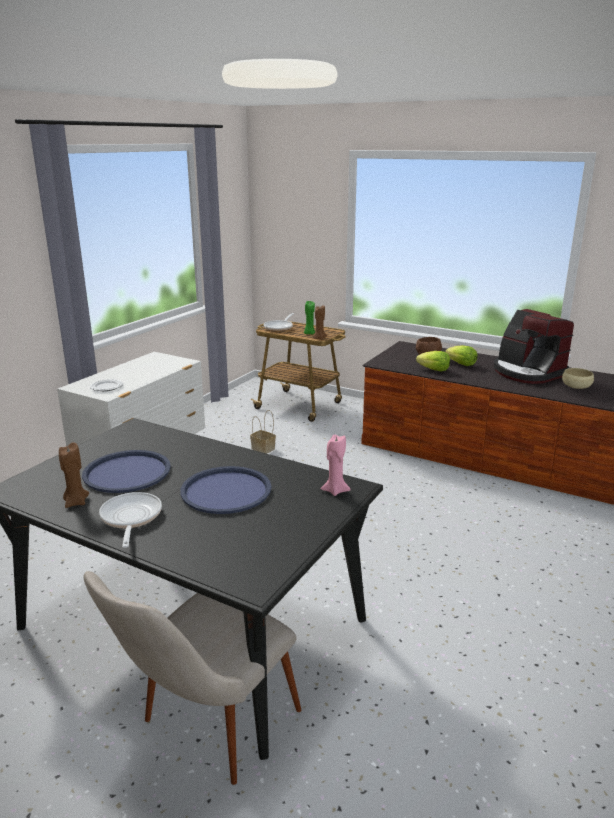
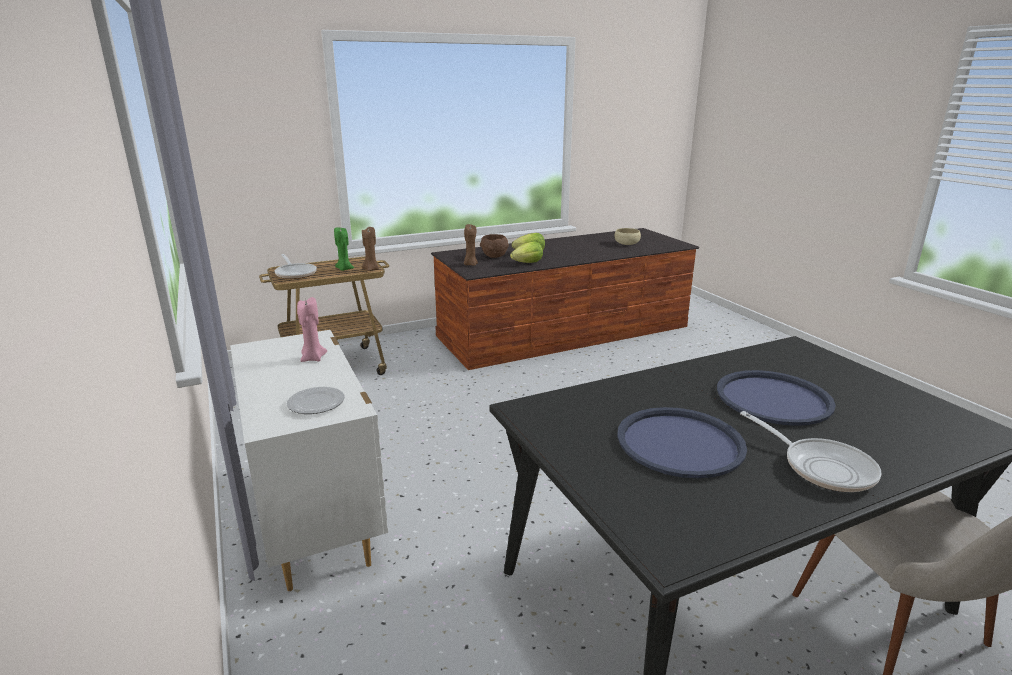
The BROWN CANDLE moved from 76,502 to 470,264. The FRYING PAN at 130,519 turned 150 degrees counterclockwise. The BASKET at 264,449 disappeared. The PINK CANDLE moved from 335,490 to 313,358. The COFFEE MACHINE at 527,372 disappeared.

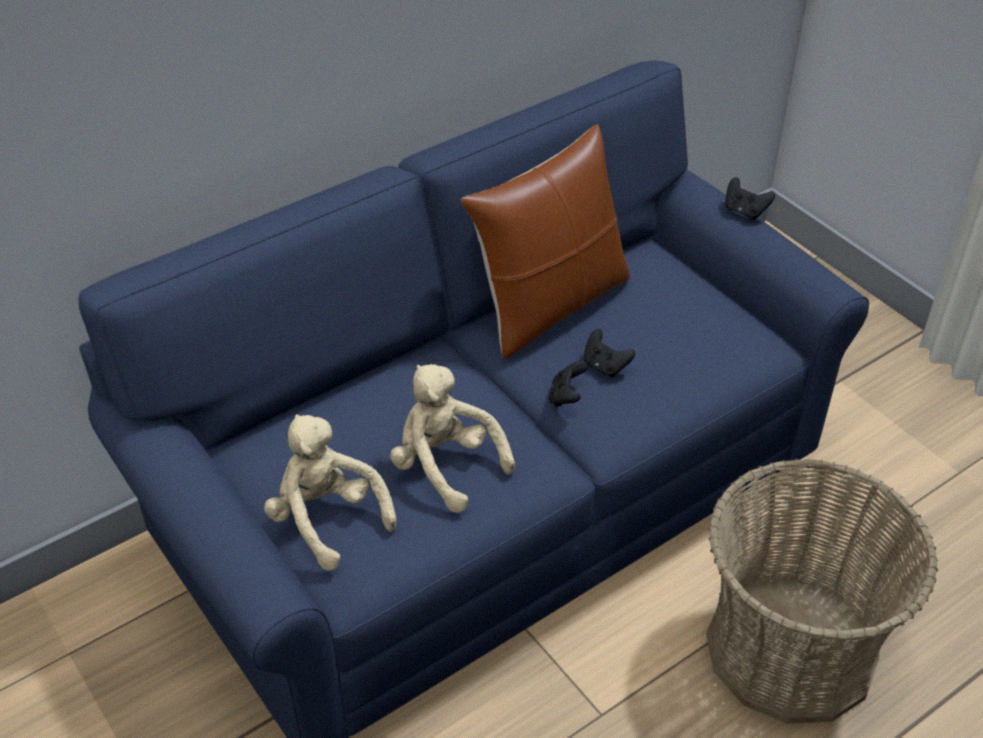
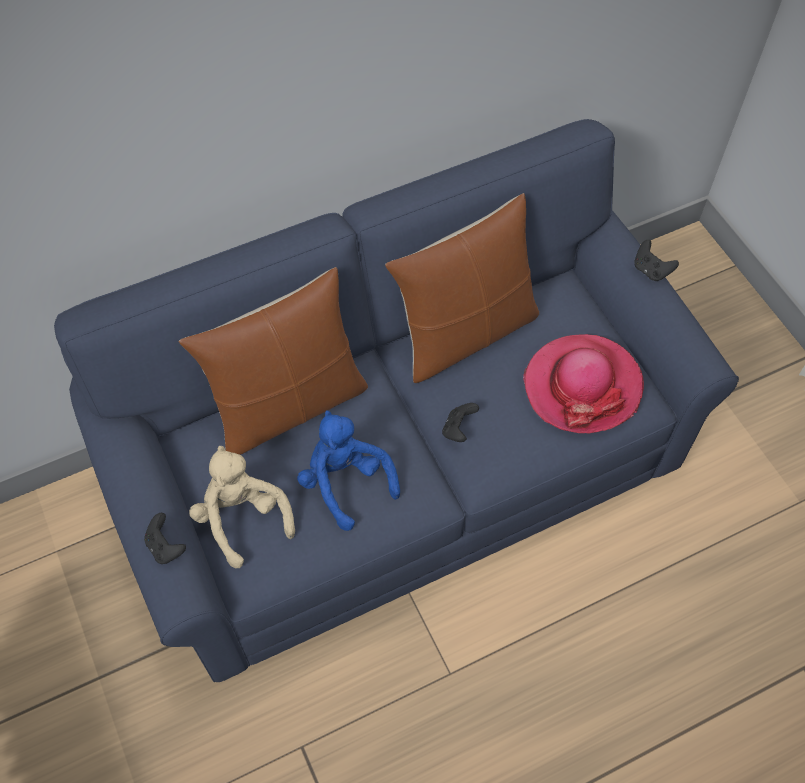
The BEIGE PLUSH TOY at 445,466 became the BLUE PLUSH TOY at 345,482. The BLACK GAME CONTROLLER moved from 605,366 to 166,547. The BASKET at 790,649 disappeared. The BROWN PILLOW at 288,405 appeared. The HAT at 582,386 appeared.

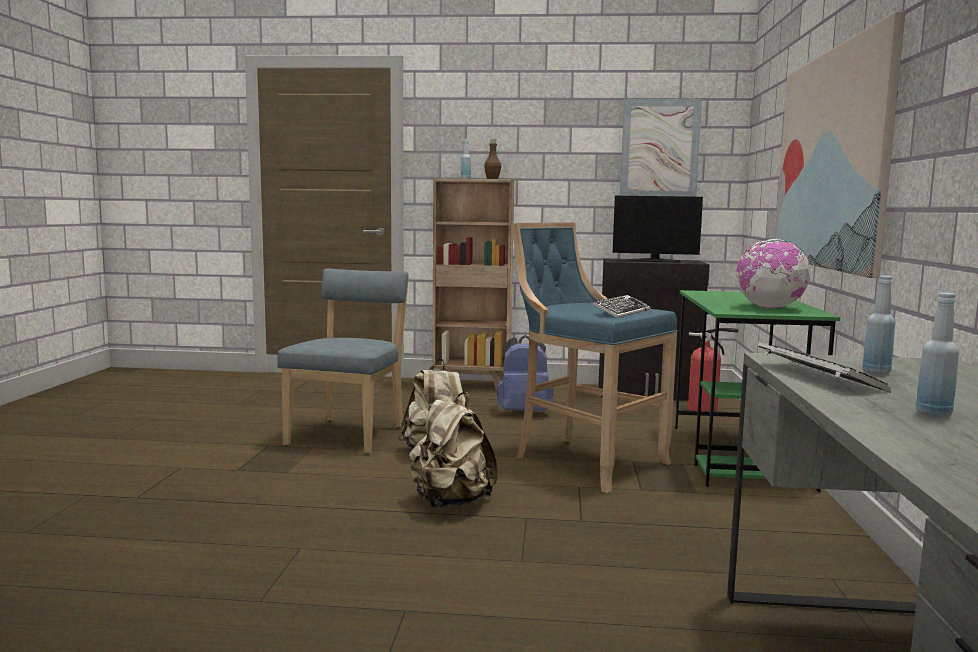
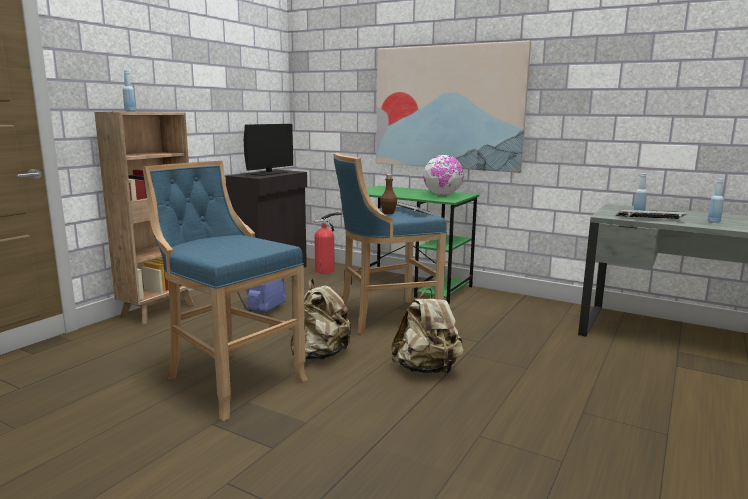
The BLUE CHAIR at 349,434 was replaced by the BLUE STOOL at 230,380. The BROWN BOTTLE moved from 492,179 to 388,213. The PICTURE at 660,149 disappeared.

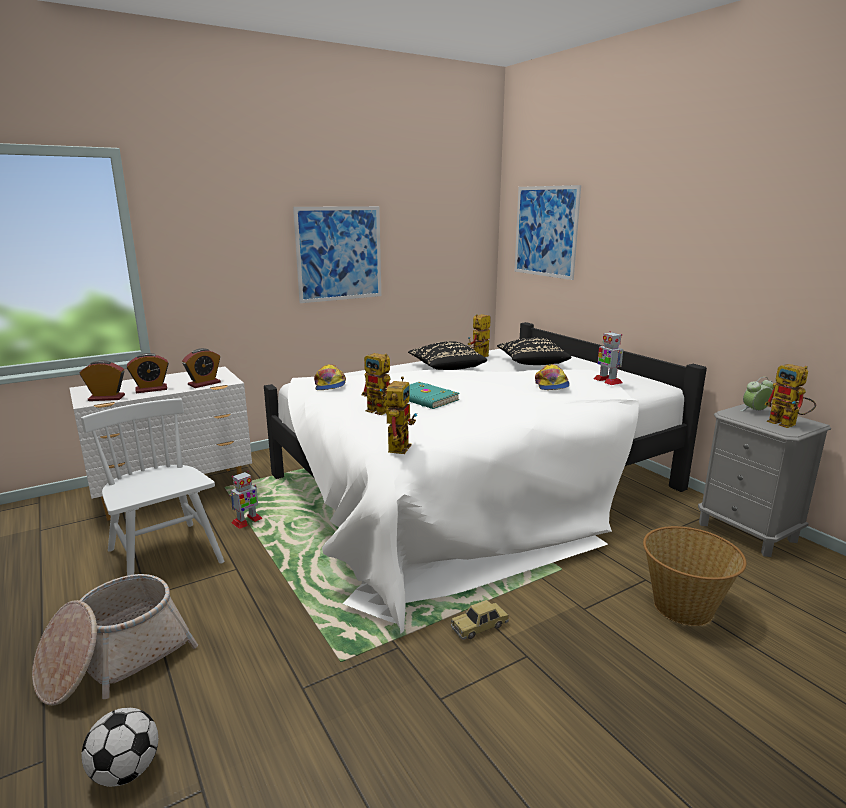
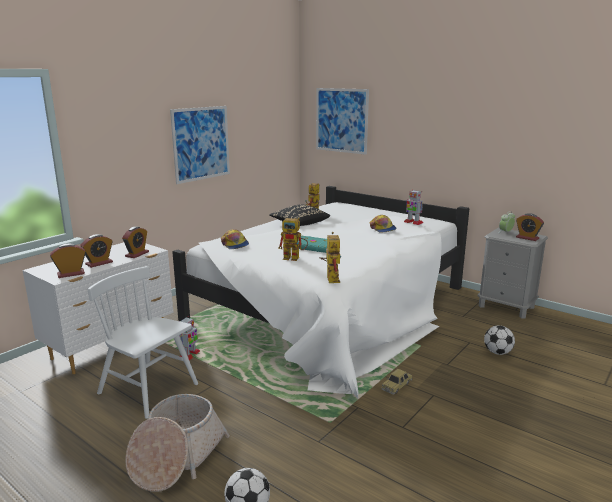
The BLACK PILLOW at 531,363 disappeared. The BASKET at 683,606 was replaced by the FOOTBALL at 497,352. The TOY ROBOT at 788,424 was replaced by the ALARM CLOCK at 527,238.

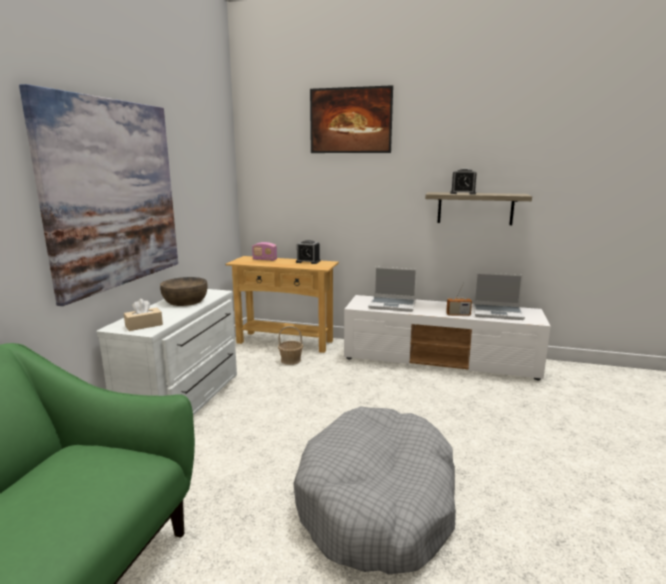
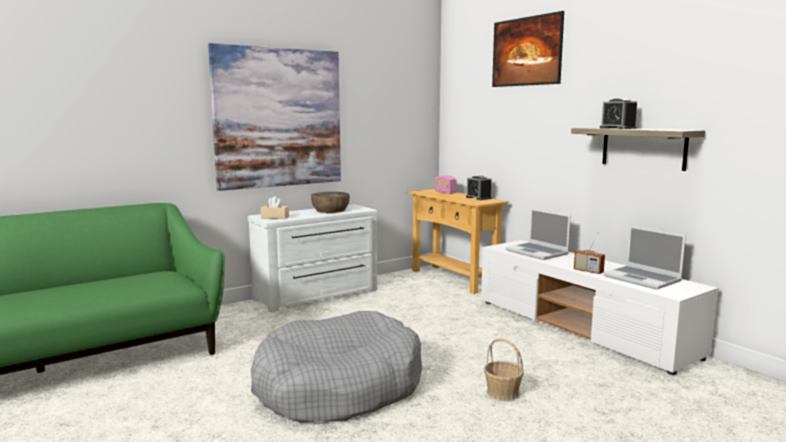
The BASKET moved from 291,360 to 502,393.

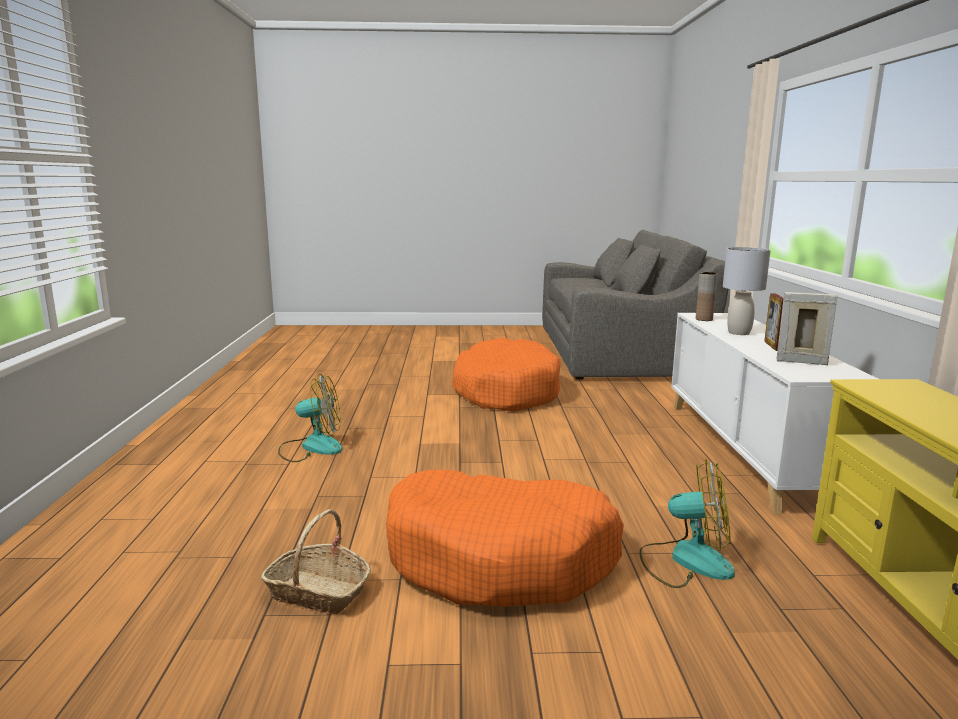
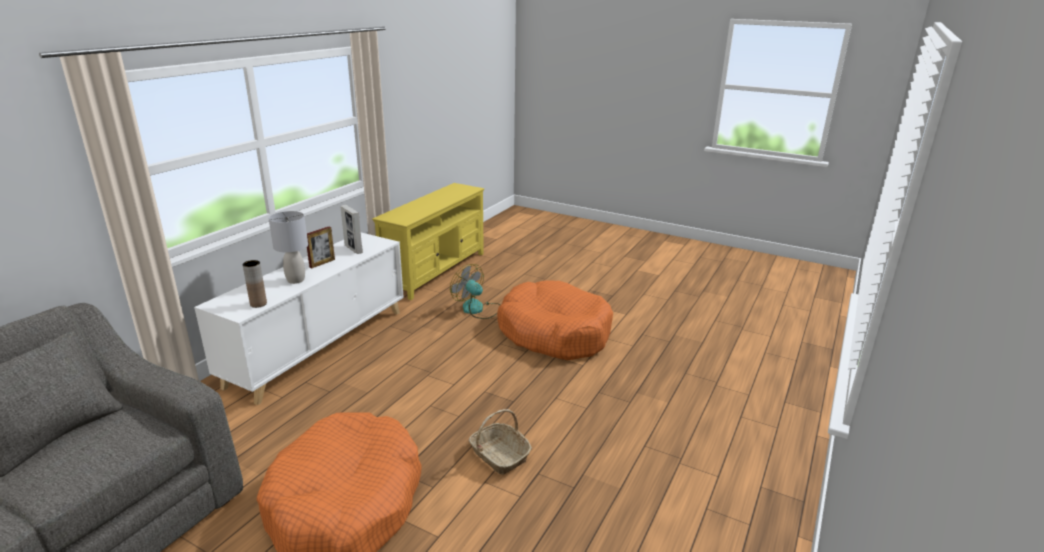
The BASKET moved from 318,592 to 499,455. The FAN at 311,447 disappeared.

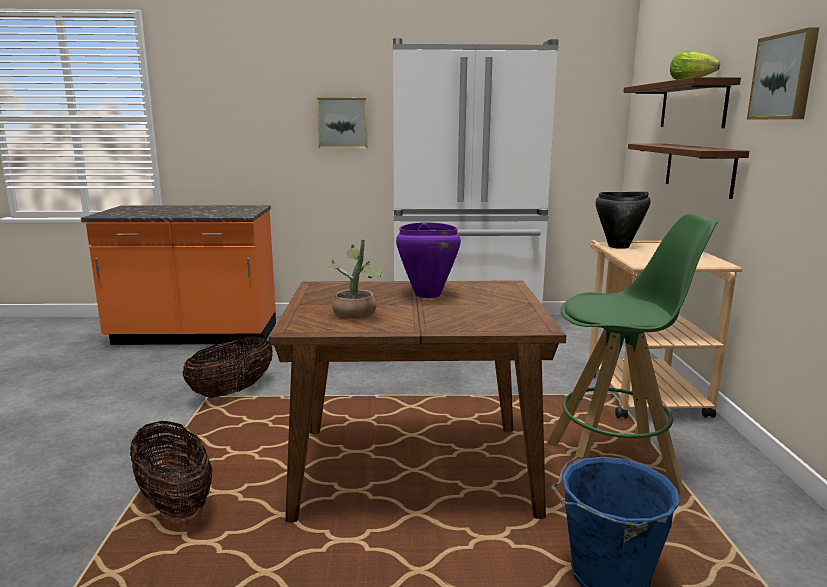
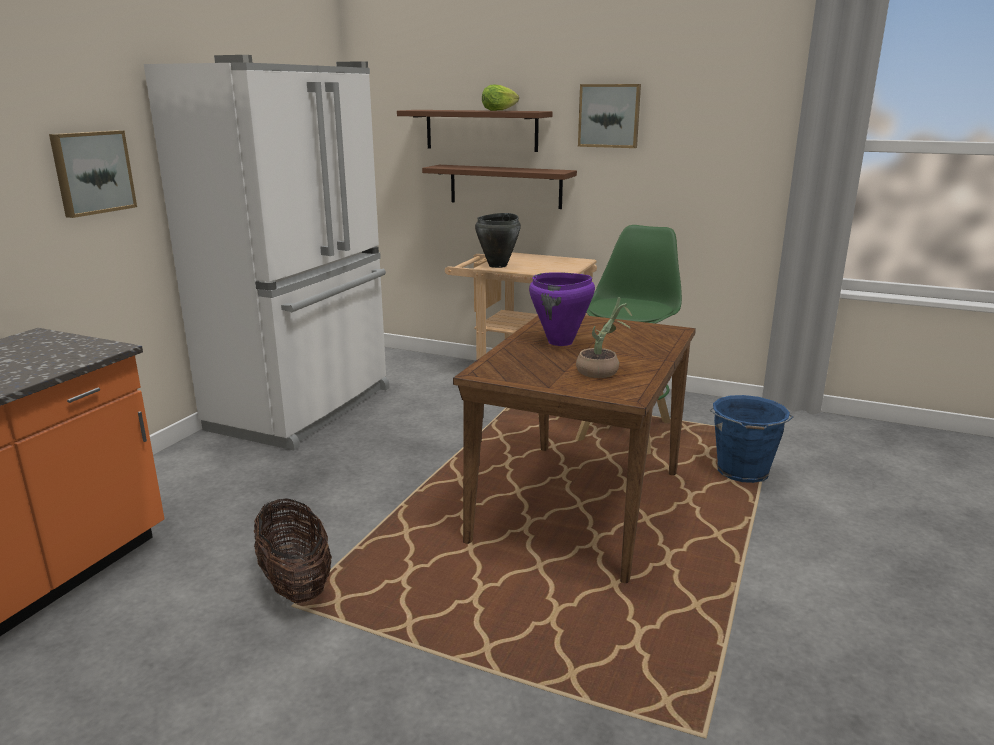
The BASKET at 175,502 disappeared.

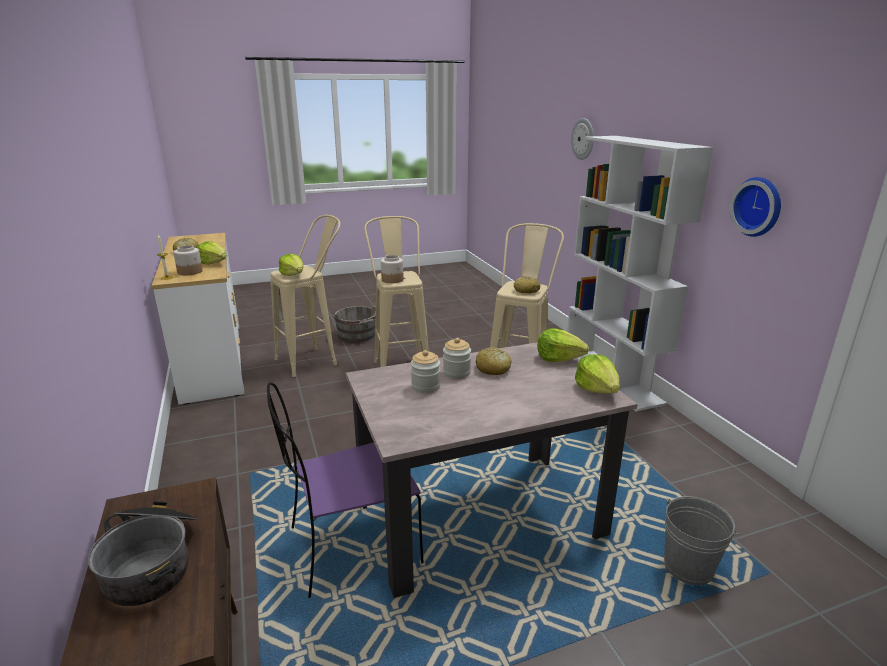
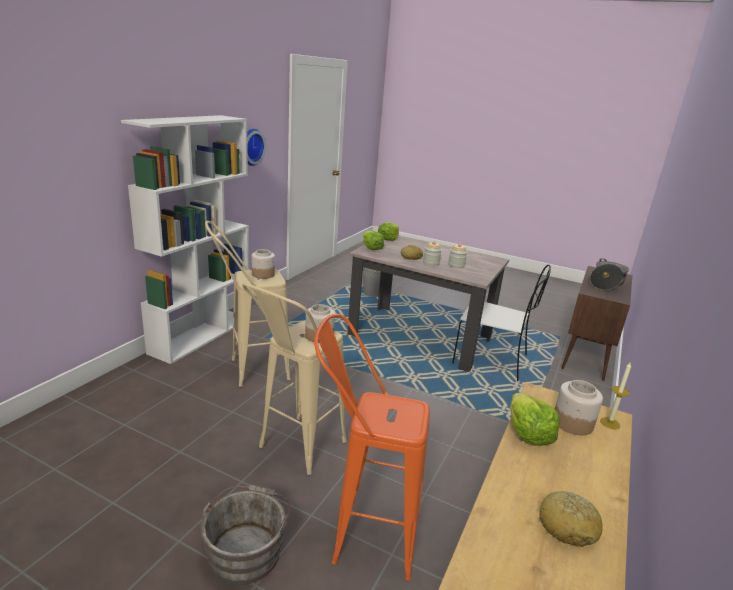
The PURPLE CHAIR at 351,546 became the WHITE CHAIR at 492,360. The BEIGE STOOL at 315,359 became the ORANGE STOOL at 361,535. The LETTUCE at 293,274 disappeared. The BREAD at 526,290 was replaced by the JAR at 263,274. The WALL CLOCK at 583,139 disappeared.

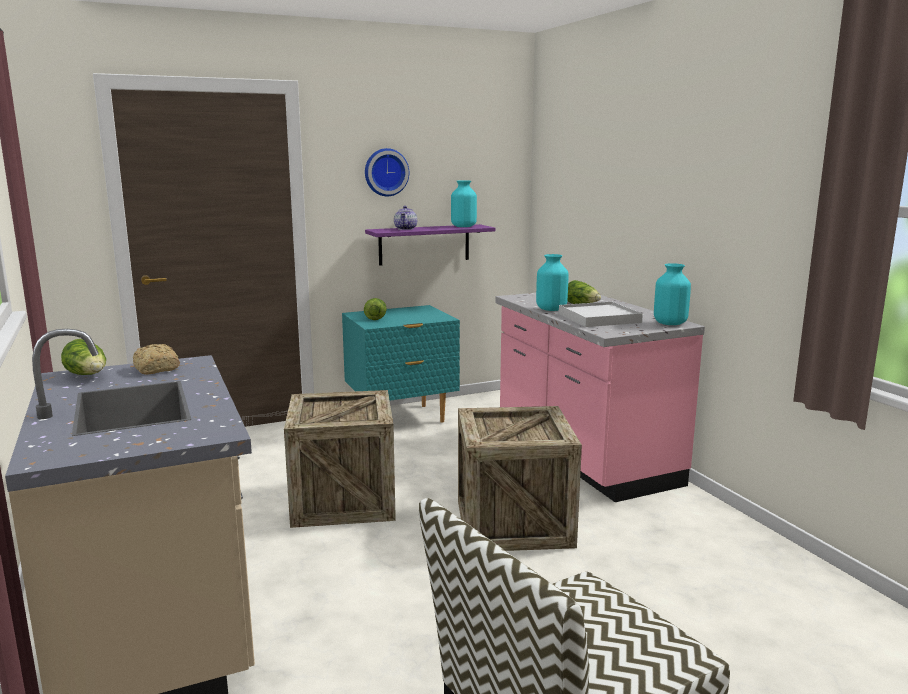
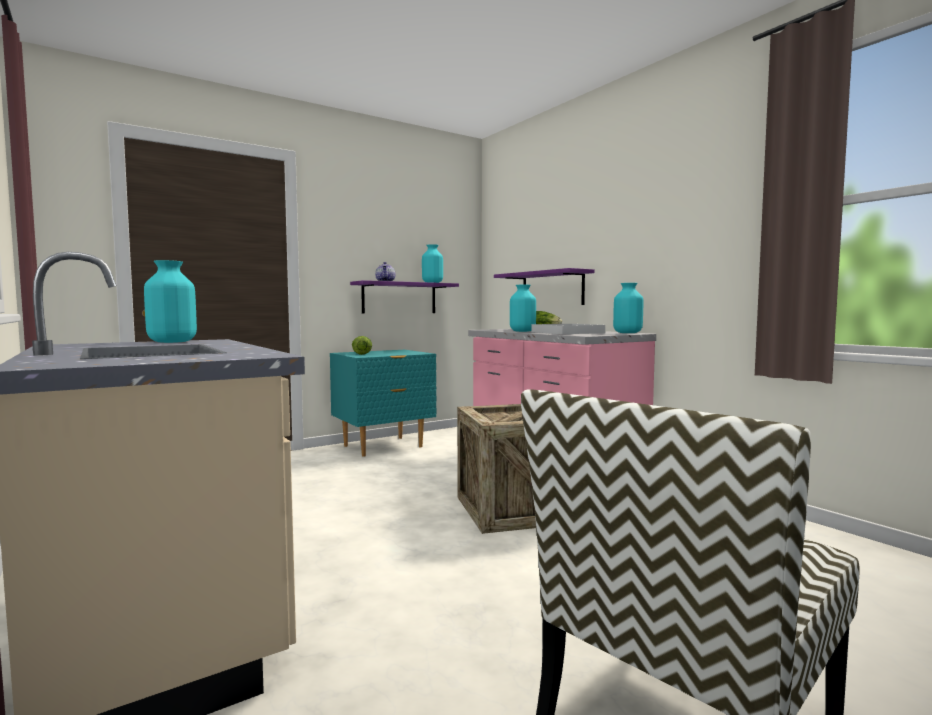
The LETTUCE at 88,375 disappeared. The BREAD at 156,369 was replaced by the TURQUOISE VASE at 172,342. The CRATE at 343,500 disappeared. The WALL CLOCK at 385,172 disappeared. The PURPLE SHELF at 552,288 appeared.

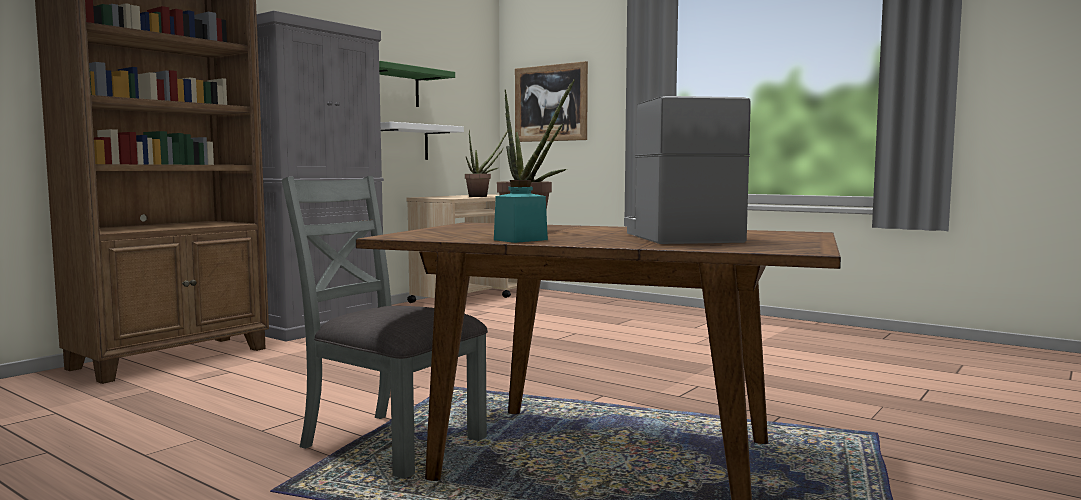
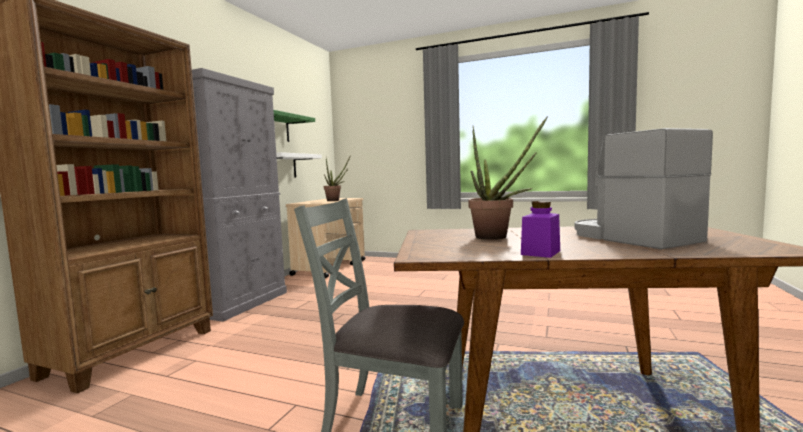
The TURQUOISE JAR at 520,240 became the PURPLE JAR at 540,252. The PICTURE at 550,103 disappeared.

